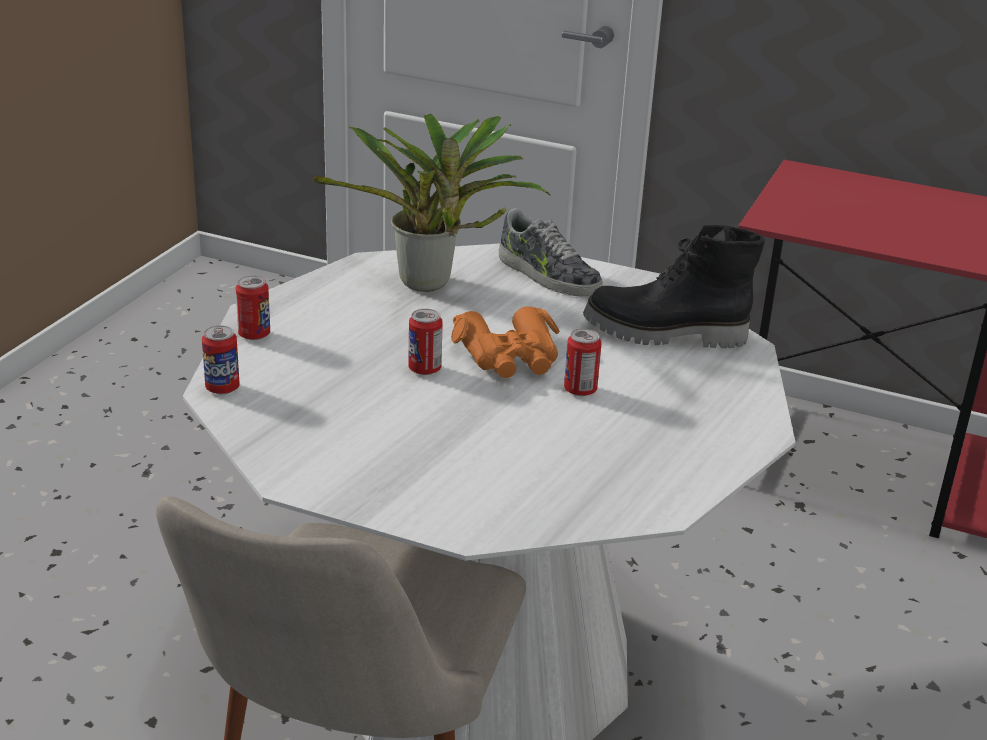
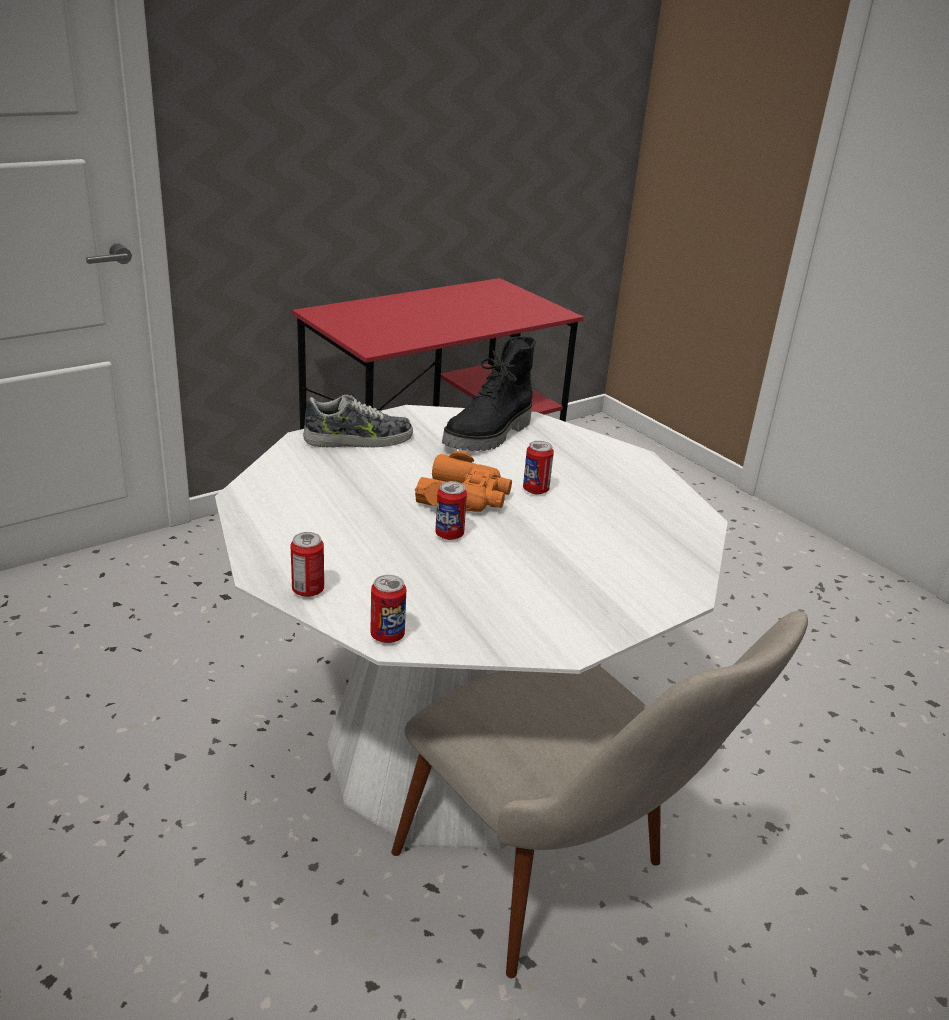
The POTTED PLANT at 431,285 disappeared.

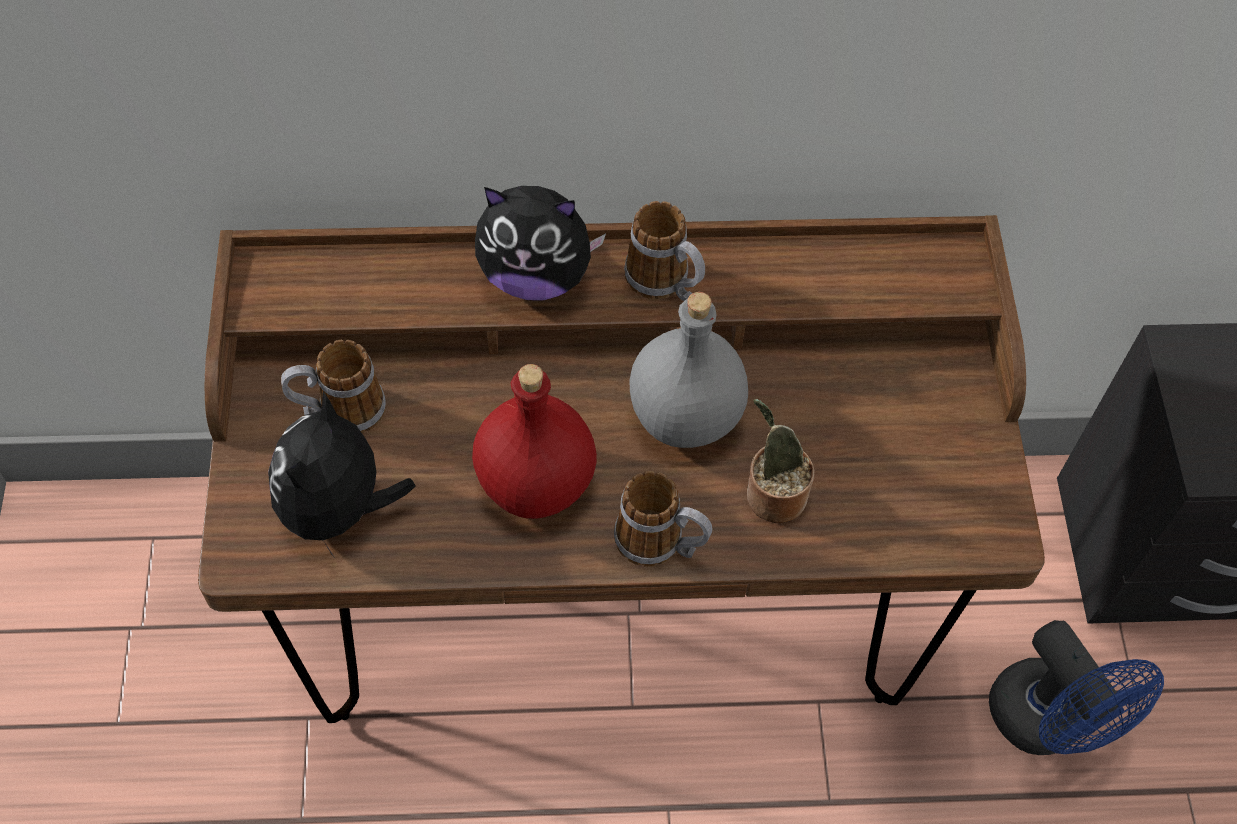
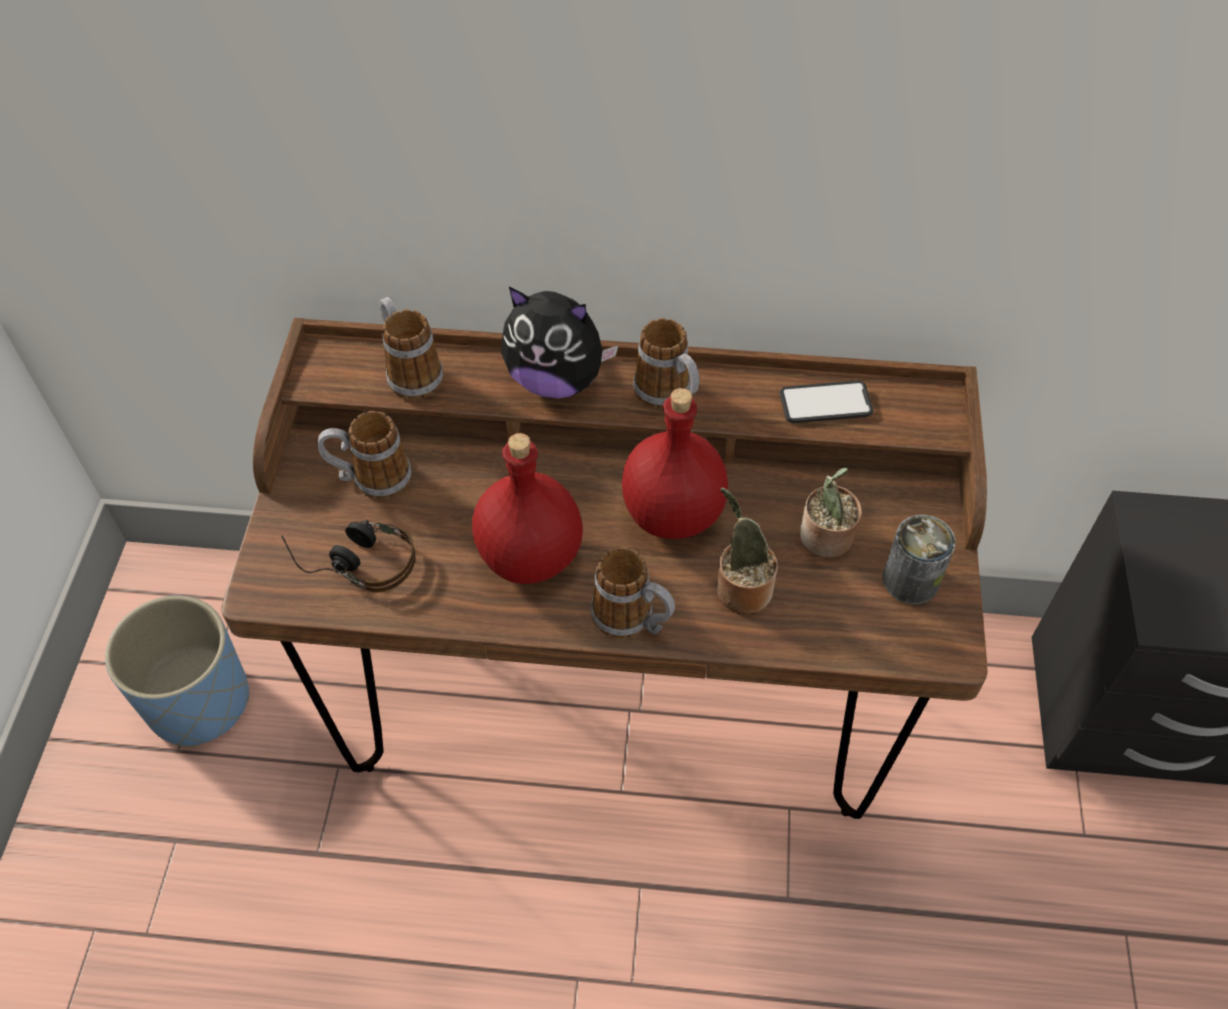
The PLUSH TOY at 339,510 was replaced by the HEADPHONES at 354,560. The GREY BOTTLE at 687,416 became the RED BOTTLE at 674,514. The BLUE FAN at 1047,724 disappeared. The BLUE PLANTER at 199,701 appeared. The MUG at 410,372 appeared. The PHONE at 825,403 appeared. The POTTED PLANT at 825,539 appeared. The CAN at 910,580 appeared.

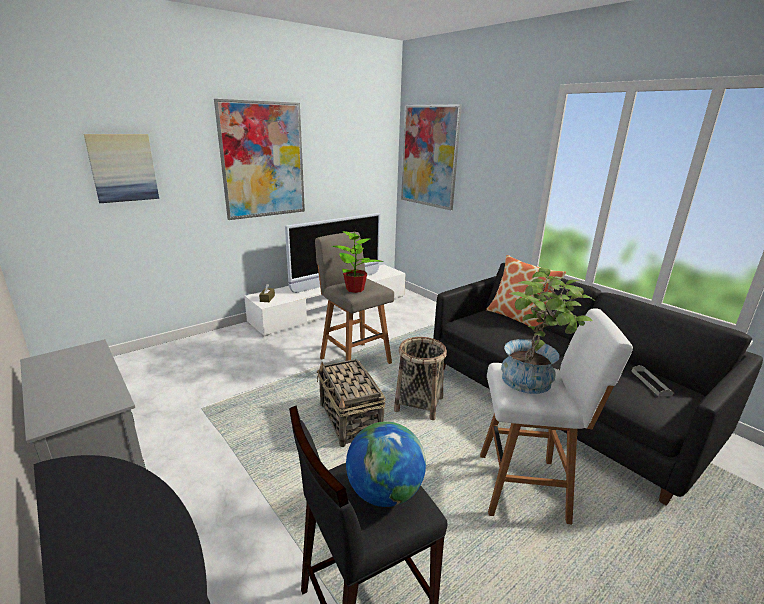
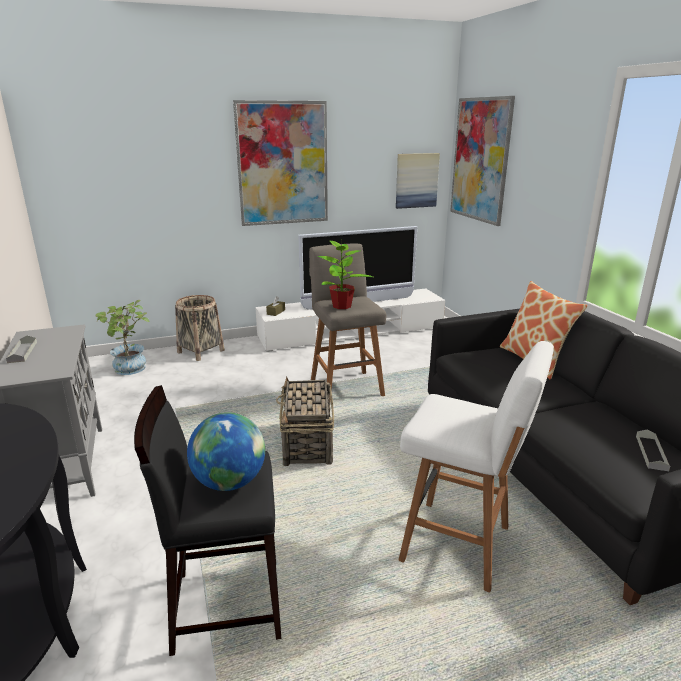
The PICTURE moved from 123,168 to 416,180. The BASKET moved from 419,404 to 201,351. The POTTED PLANT moved from 533,383 to 130,370. The GREY TRAY at 22,352 appeared.

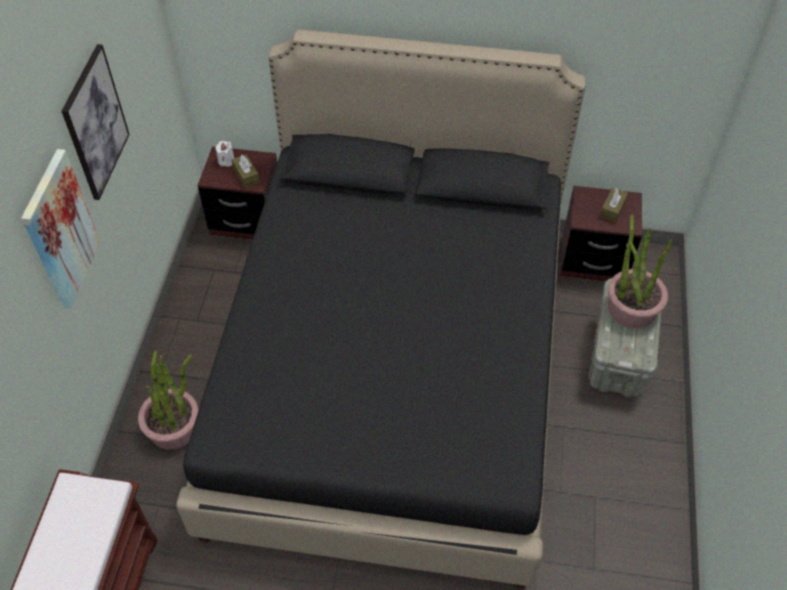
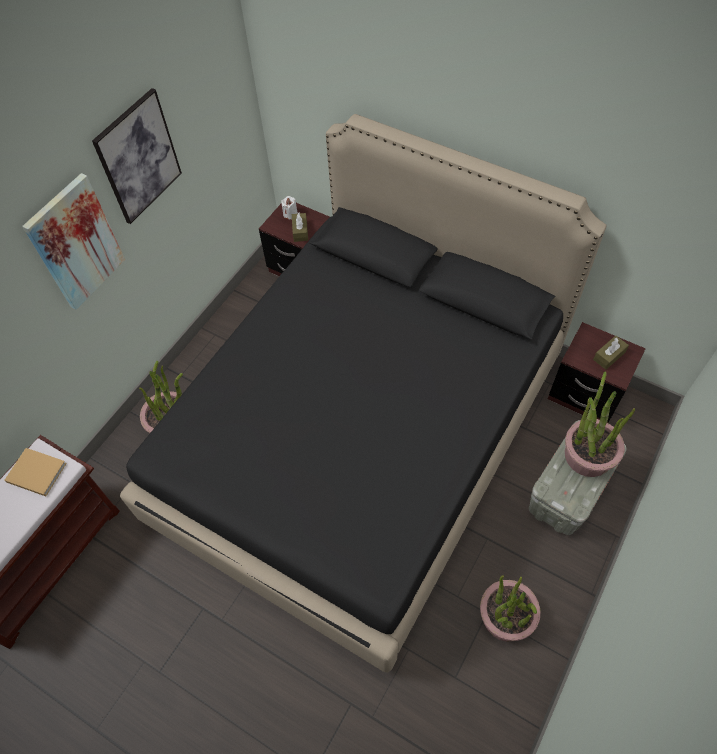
The BEIGE BOOK at 35,472 appeared. The POTTED PLANT at 506,617 appeared.

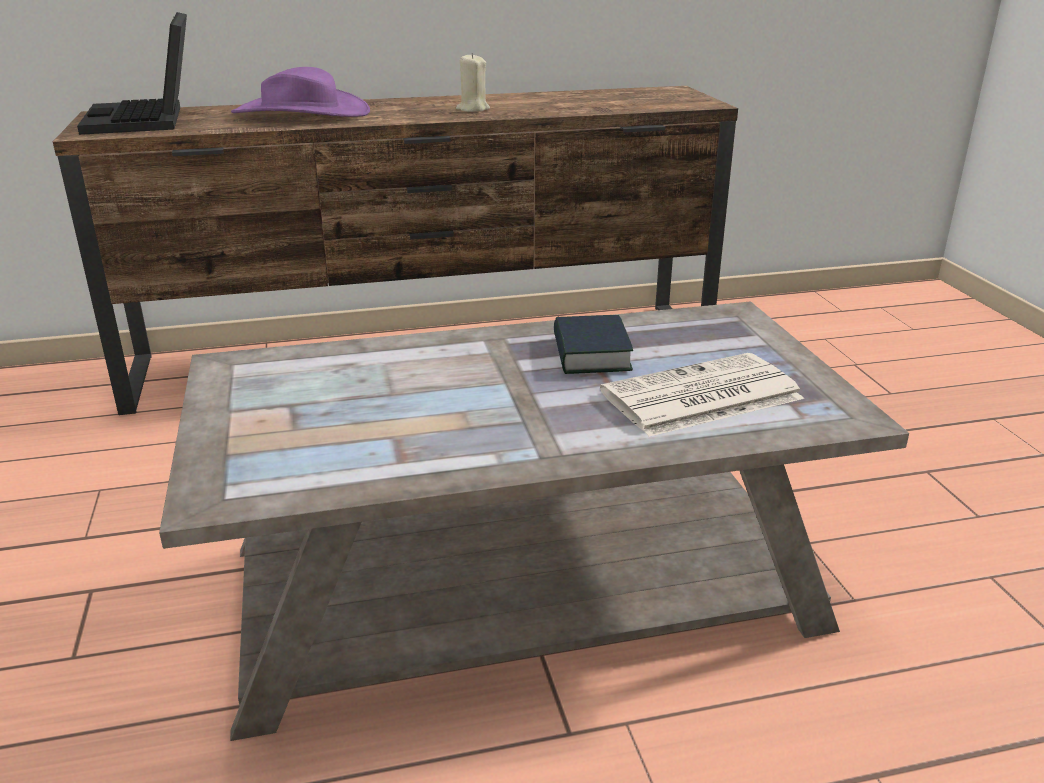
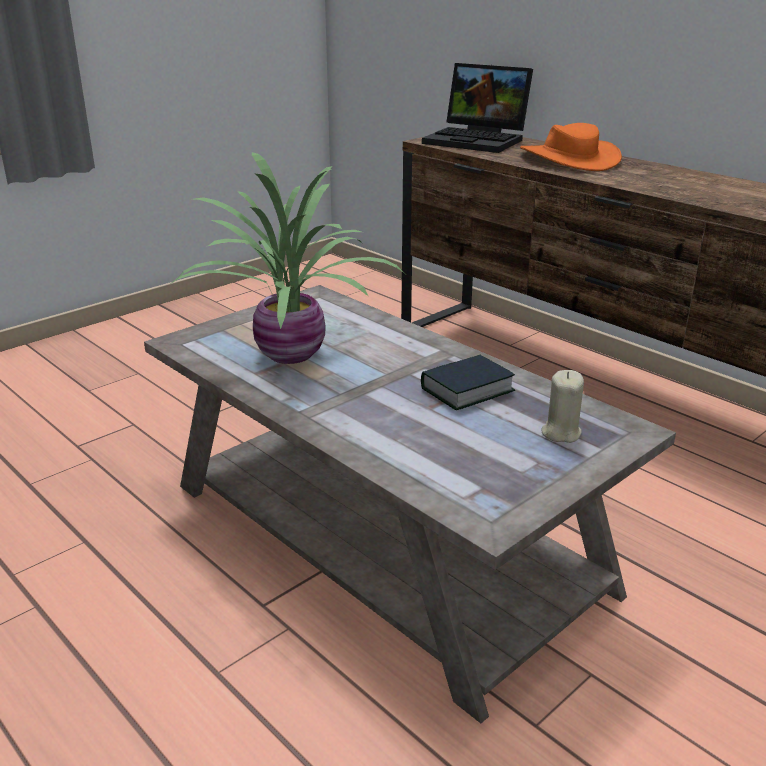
The LAPTOP at 147,120 turned 105 degrees counterclockwise. The PURPLE HAT at 301,113 became the ORANGE HAT at 569,158. The BEIGE CANDLE moved from 473,109 to 560,433. The NEWSPAPER at 700,397 disappeared. The POTTED PLANT at 288,356 appeared.

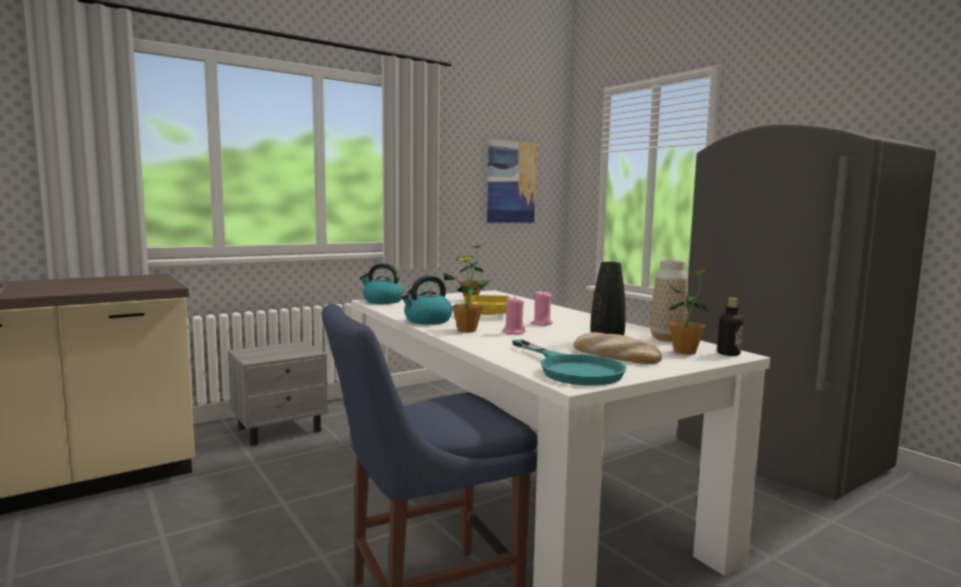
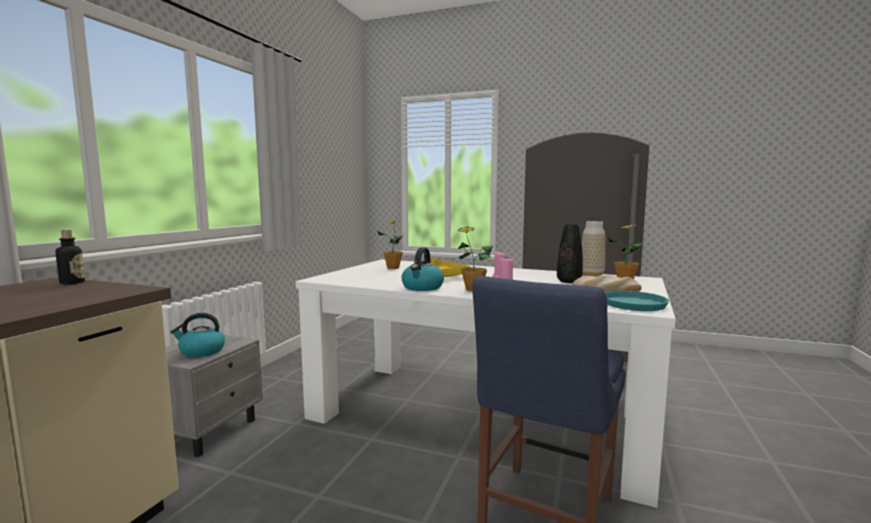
The KETTLE moved from 382,301 to 201,351. The PICTURE at 511,182 disappeared. The BOTTLE moved from 728,353 to 72,282.

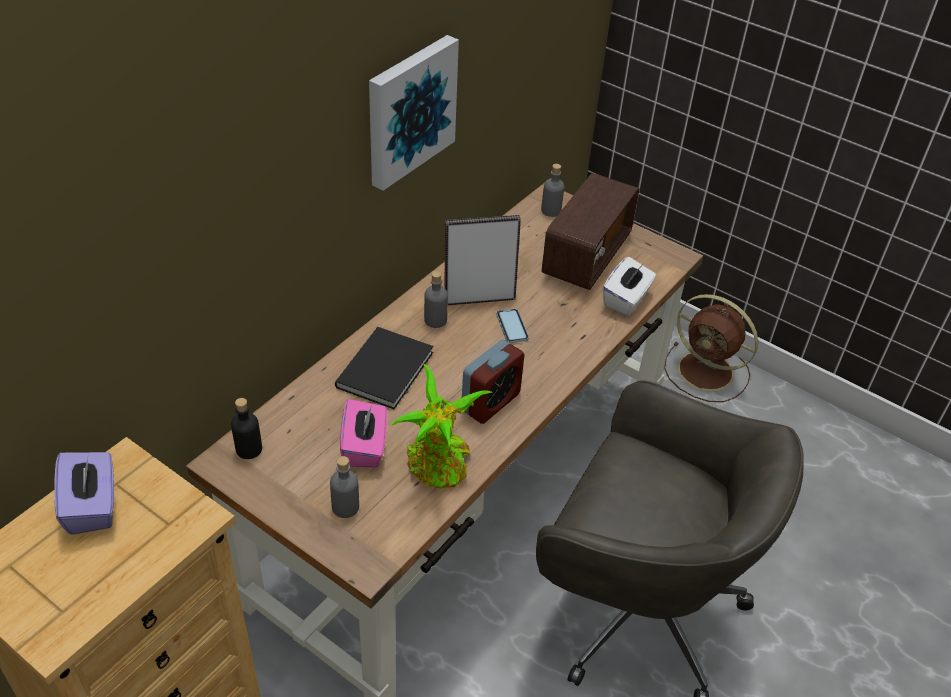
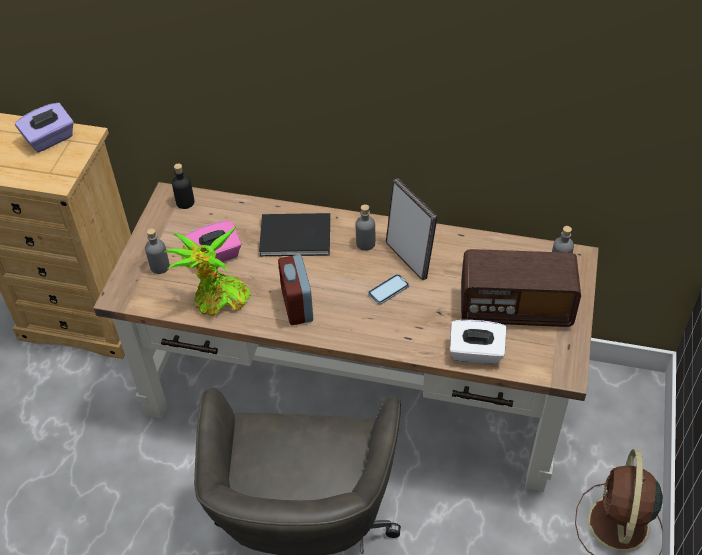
The PICTURE at 409,110 disappeared. The ALARM CLOCK at 490,402 turned 60 degrees clockwise.

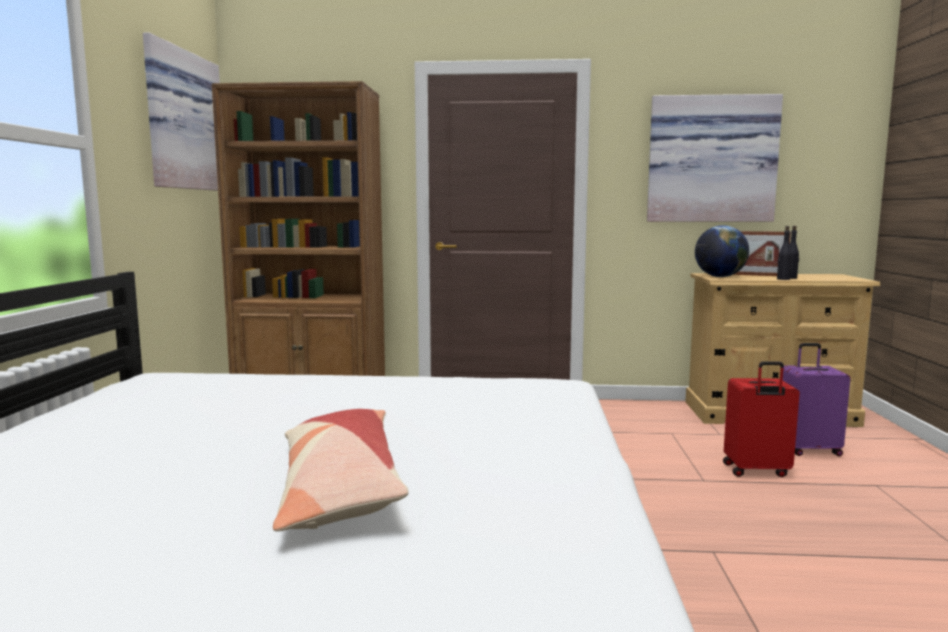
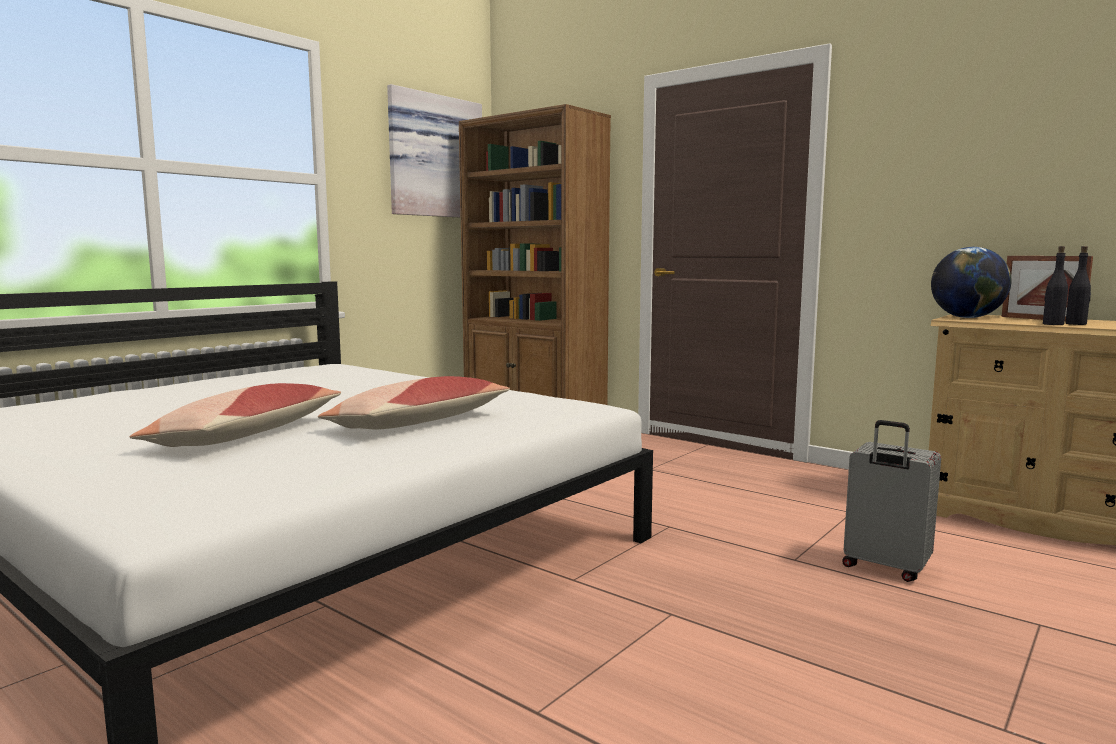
The PICTURE at 711,159 disappeared. The RED SUITCASE at 756,471 became the GREY SUITCASE at 884,568. The PURPLE SUITCASE at 808,450 disappeared. The PILLOW at 418,423 appeared.

